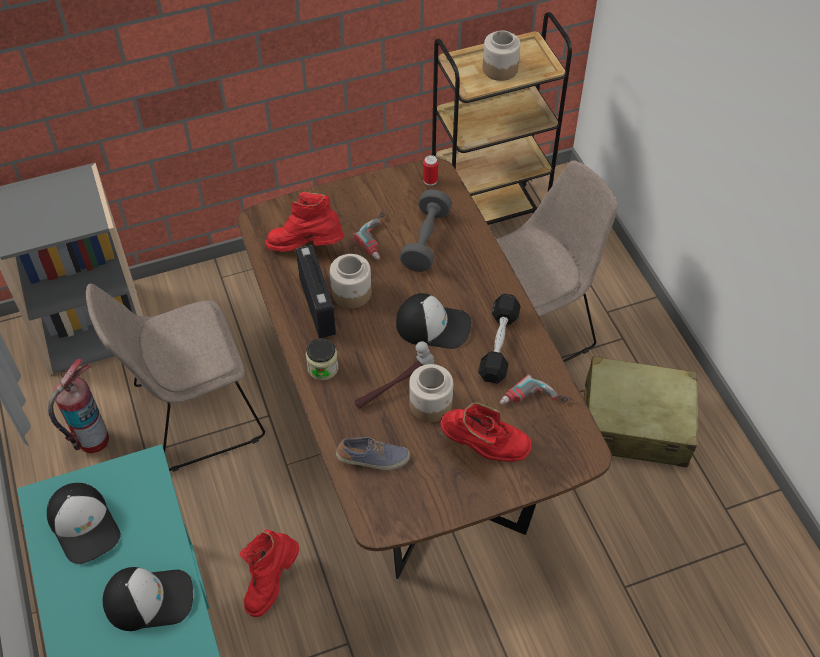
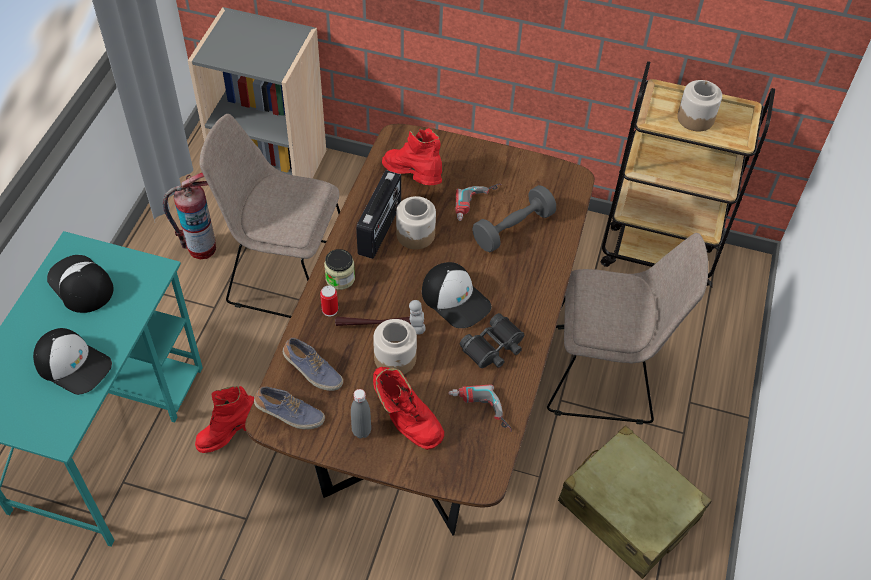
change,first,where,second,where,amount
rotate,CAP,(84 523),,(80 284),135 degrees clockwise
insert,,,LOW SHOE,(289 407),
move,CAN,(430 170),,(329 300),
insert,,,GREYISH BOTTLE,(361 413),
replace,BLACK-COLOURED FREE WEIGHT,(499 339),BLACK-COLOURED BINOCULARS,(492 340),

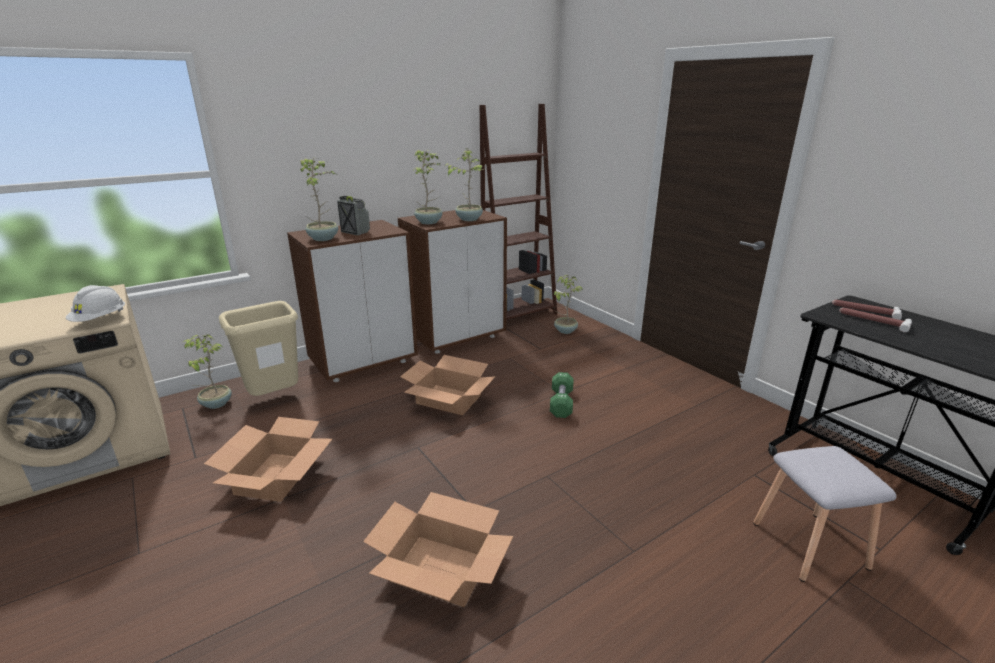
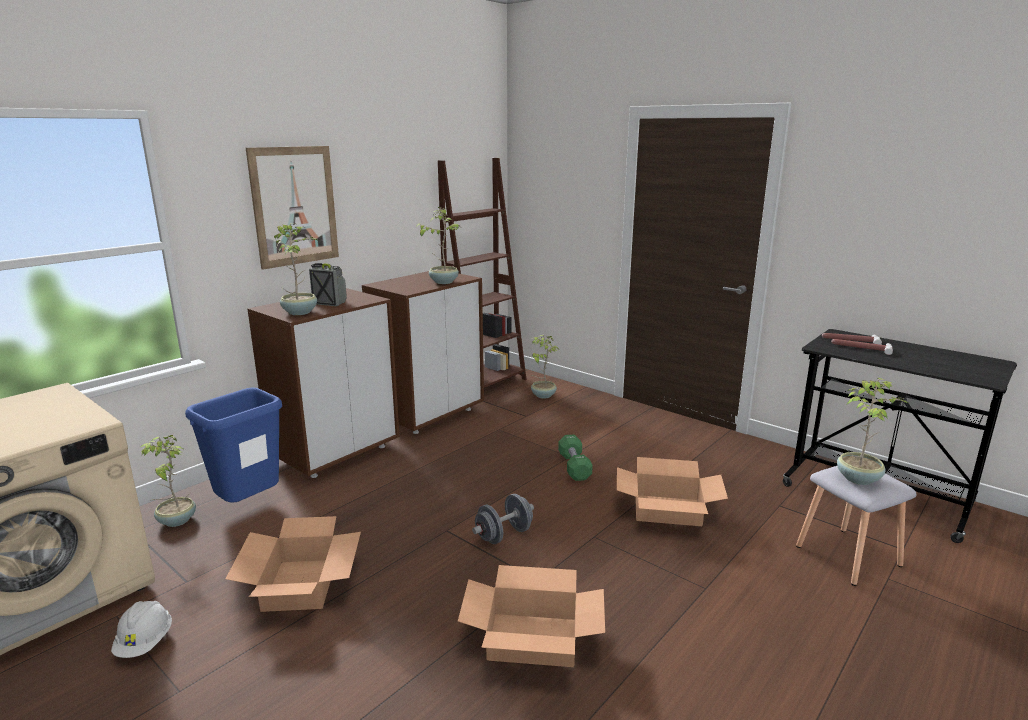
change,first,where,second,where,amount
move,WHITE-COLOURED WORK HELMET,(95 303),,(141 629),
recolor,BEIGE-COLOURED RUBBISH BIN,(258 348),BLUE-COLOURED RUBBISH BIN,(233 445),
insert,,,WALL ART,(292 207),
insert,,,GREYISH FREE WEIGHT,(503 519),
move,PACKING BOX,(448 385),,(672 491),
move,HOUSEPLANT,(428 187),,(873 431),

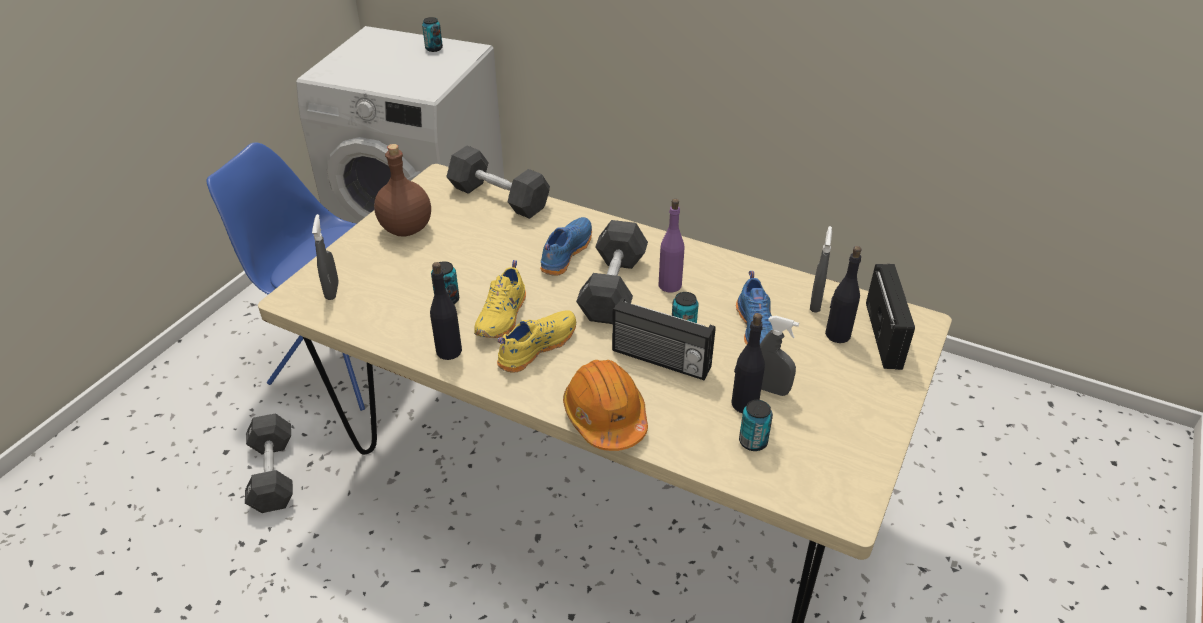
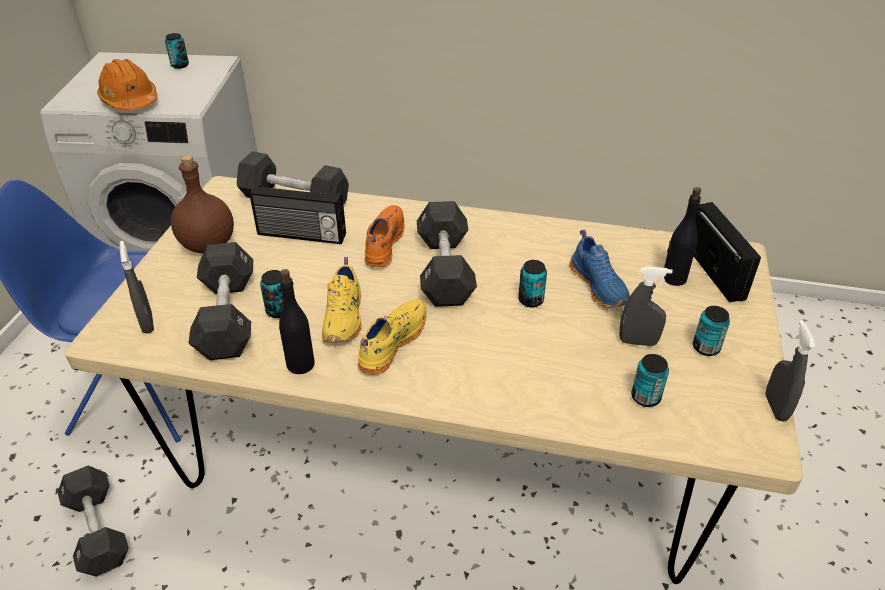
change,first,where,second,where,amount
move,ORANGE WORK HELMET,(605 405),,(127 84),
insert,,,BLACK-COLOURED FREE WEIGHT,(220 301),
move,RADIO,(664 339),,(298 214),
recolor,BLUE-COLOURED LOW SHOE,(566 246),ORANGE LOW SHOE,(385 236),
insert,,,CAN,(711 331),
move,GREYISH HAND SPRAYER,(821 269),,(790 371),
delete,PURPLISH BOTTLE,(671 246),,,
delete,BLACK-COLOURED BOTTLE,(748 363),,,

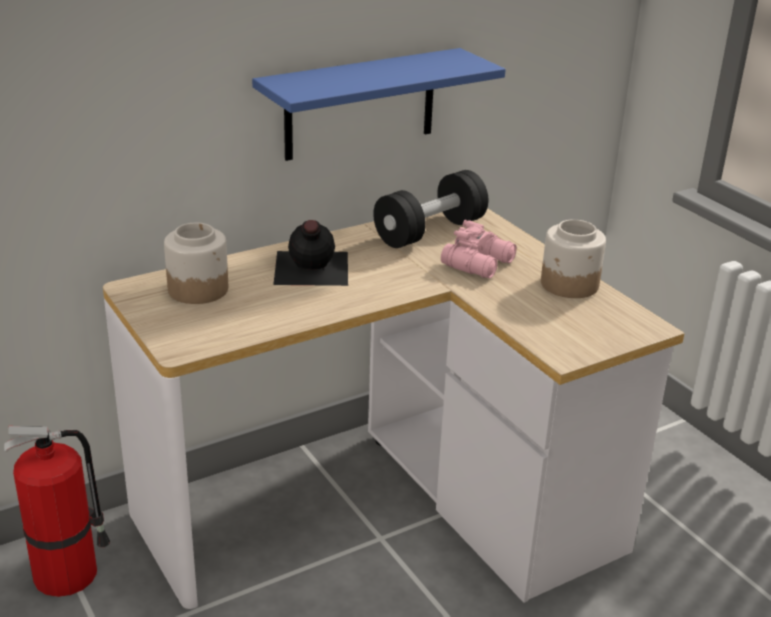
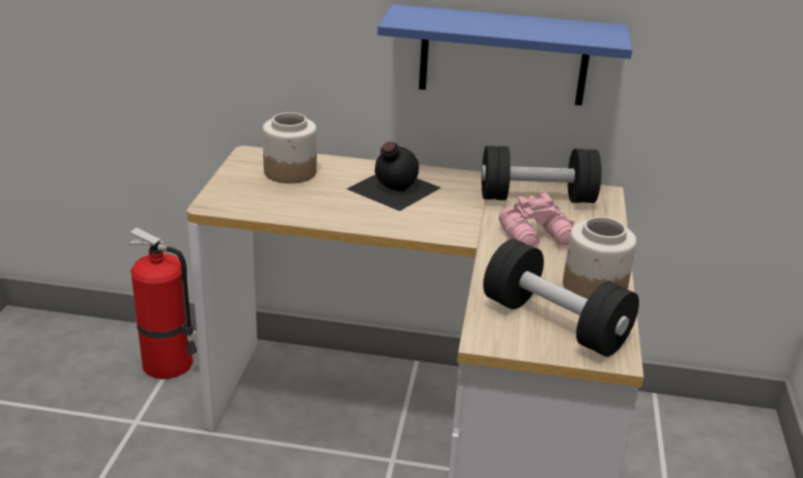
change,first,where,second,where,amount
insert,,,BLACK-COLOURED FREE WEIGHT,(561 298),

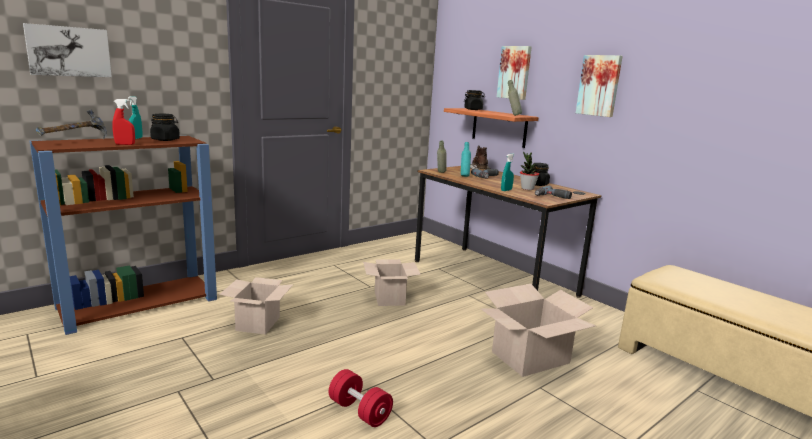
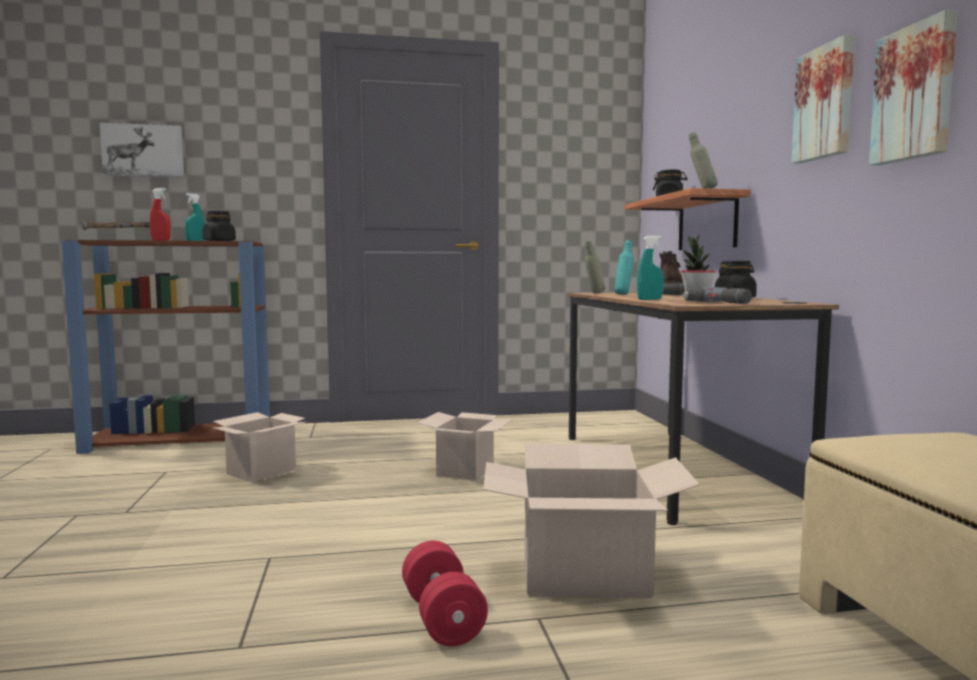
change,first,where,second,where,amount
move,RED-COLOURED FREE WEIGHT,(361 398),,(445 593),
move,WALL ART,(514 73),,(913 87),

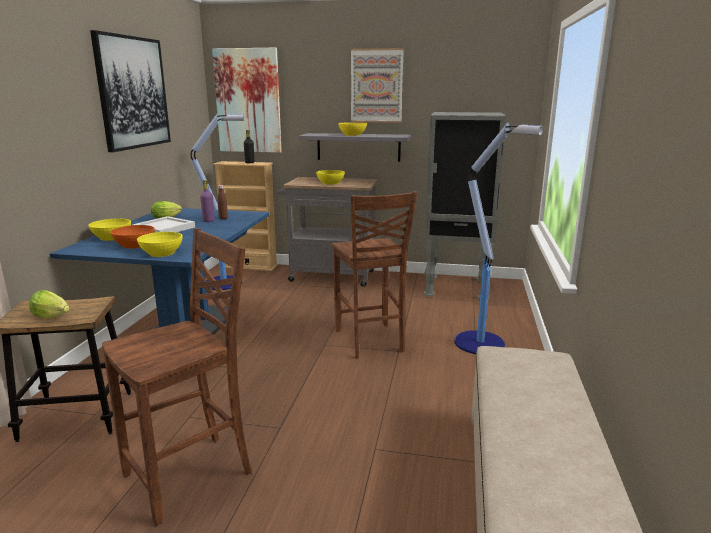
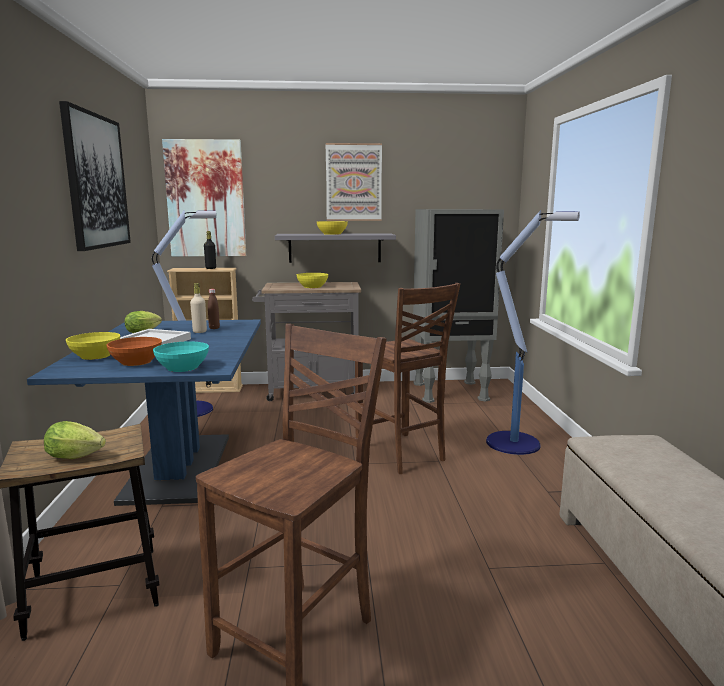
change,first,where,second,where,amount
recolor,YELLOWISH BOWL,(160 244),TURQUOISE-COLOURED BOWL,(181 356),
recolor,PURPLISH BOTTLE,(207 201),BEIGE-COLOURED BOTTLE,(198 308),

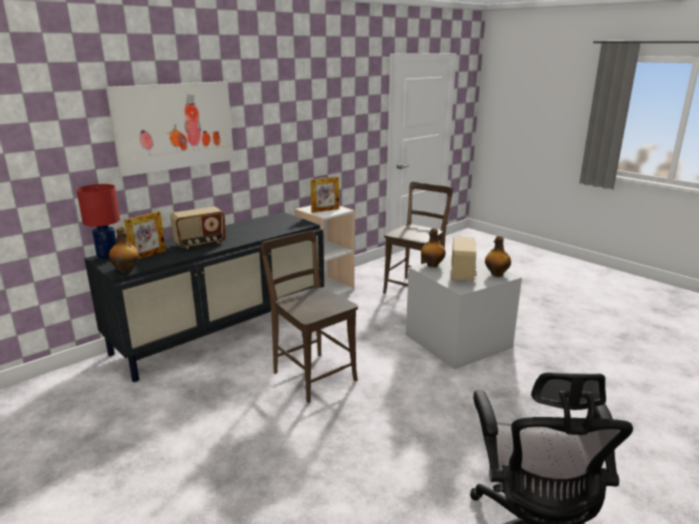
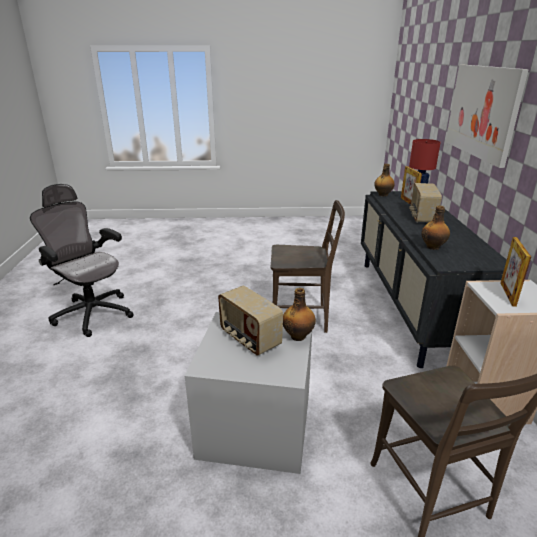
change,first,where,second,where,amount
move,BOTTLE,(498 256),,(435 228),

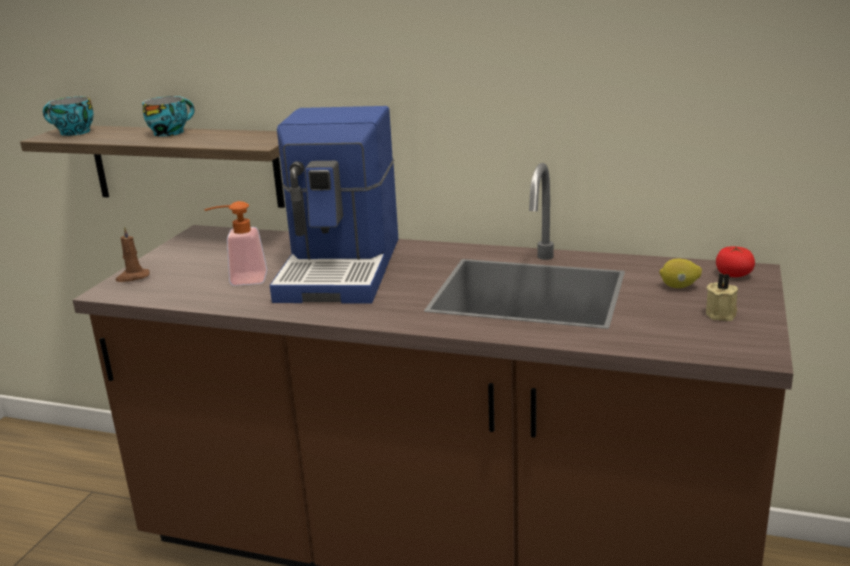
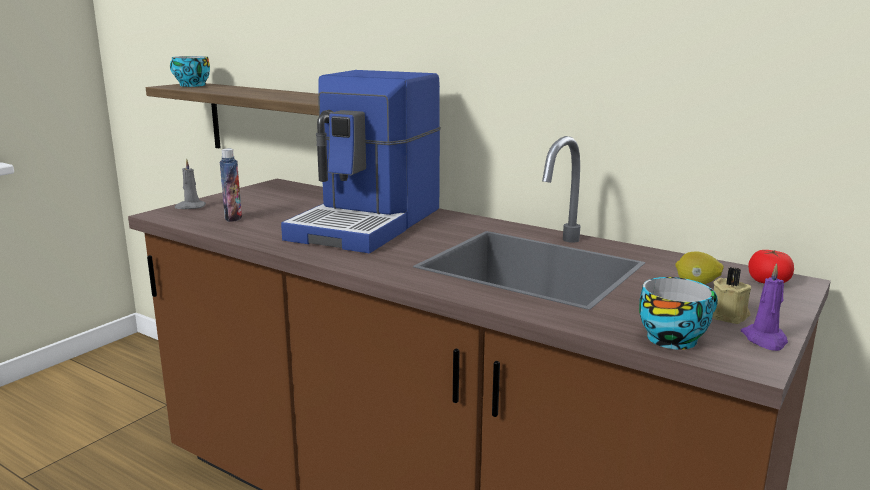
change,first,where,second,where,amount
recolor,BROWN-COLOURED CANDLE,(133 254),GREYISH CANDLE,(190 183),
insert,,,BOTTLE,(231 185),
move,SMALL CUP,(168 116),,(678 313),
insert,,,PURPLISH CANDLE,(764 307),
delete,LIQUID SOAP BOTTLE,(235 243),,,

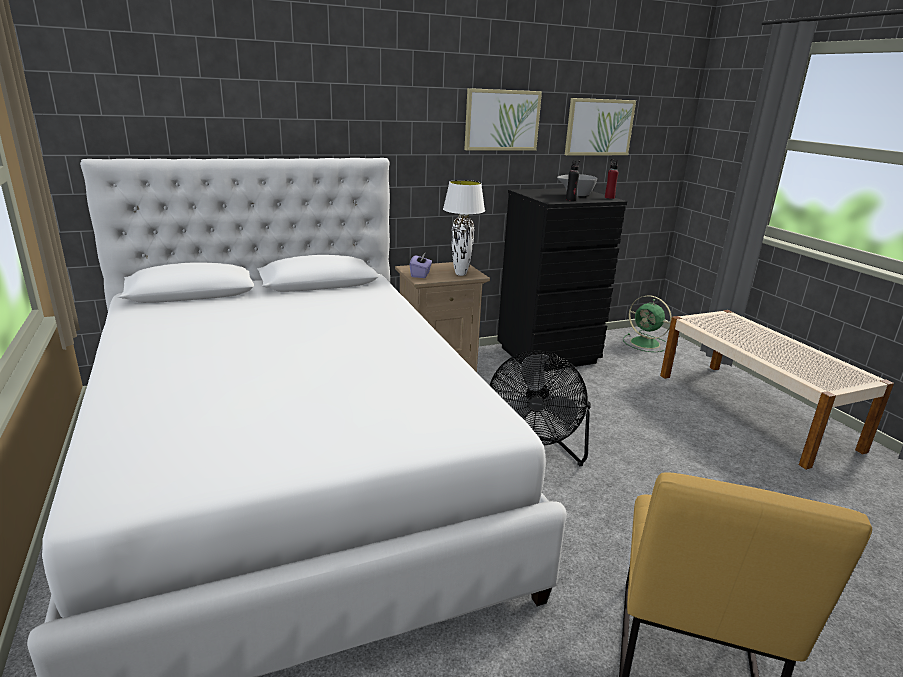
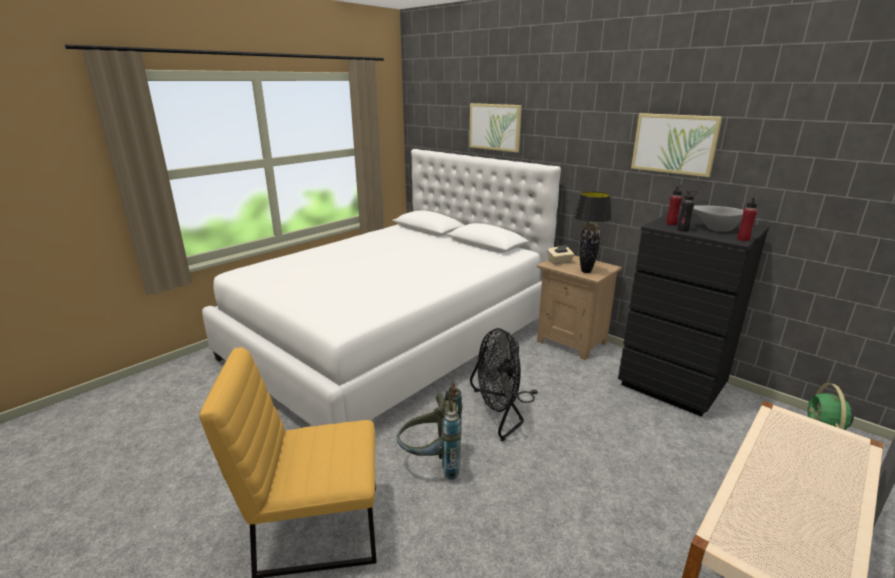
change,first,where,second,where,amount
insert,,,GREYISH KNAPSACK,(429 431),
move,WALL ART,(600 126),,(495 127),
recolor,PURPLISH TISSUE HOLDER,(421 265),BEIGE-COLOURED TISSUE HOLDER,(560 254),
recolor,WHITE-COLOURED LAMP FOR A TABLE,(464 228),BLACK-COLOURED LAMP FOR A TABLE,(593 232),
insert,,,RED-COLOURED BOTTLE,(674 205),

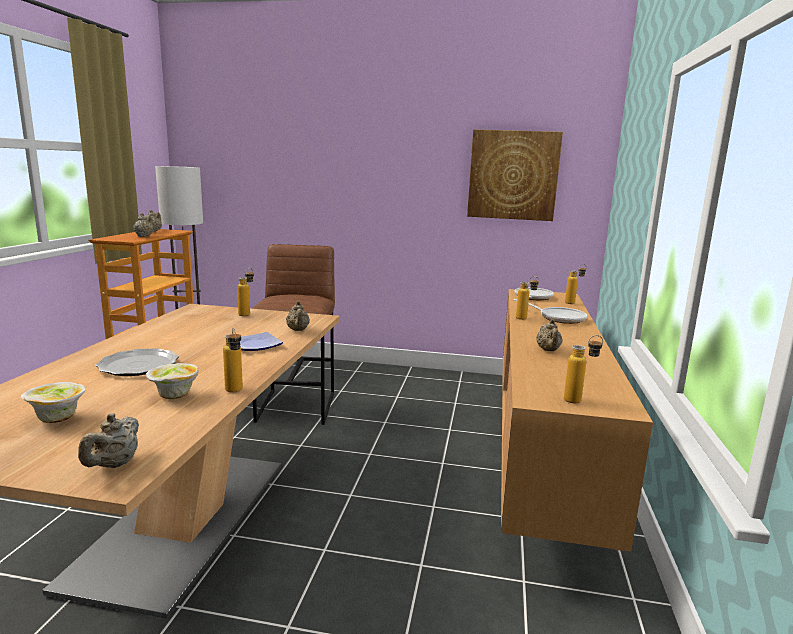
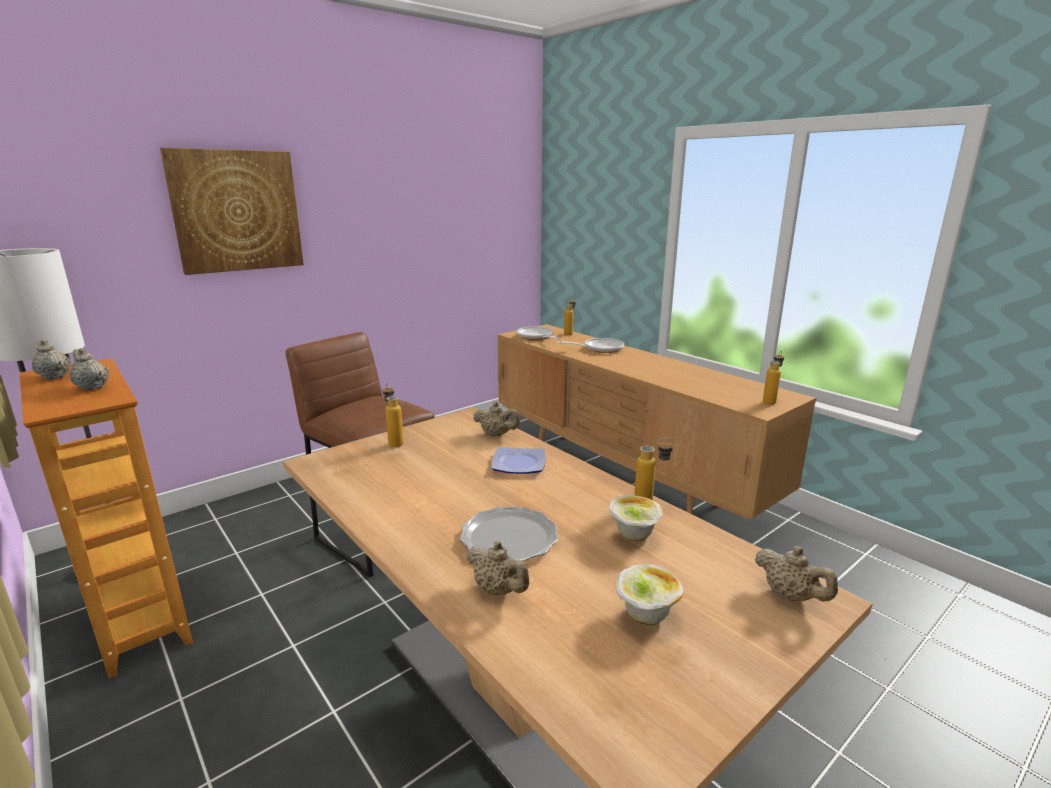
change,first,where,second,where,amount
move,WALL ART,(515 175),,(232 211),
move,BEIGE-COLOURED TEA POT,(549 335),,(497 568),
delete,BOTTLE,(527 298),,,

